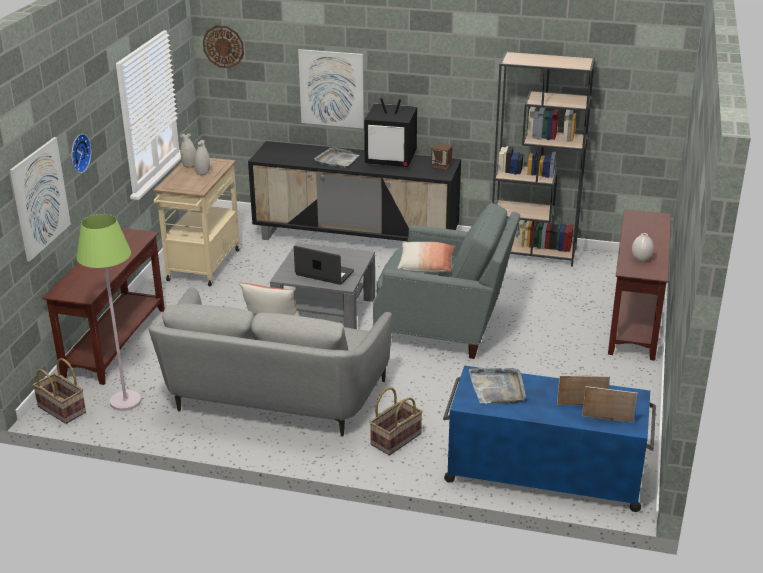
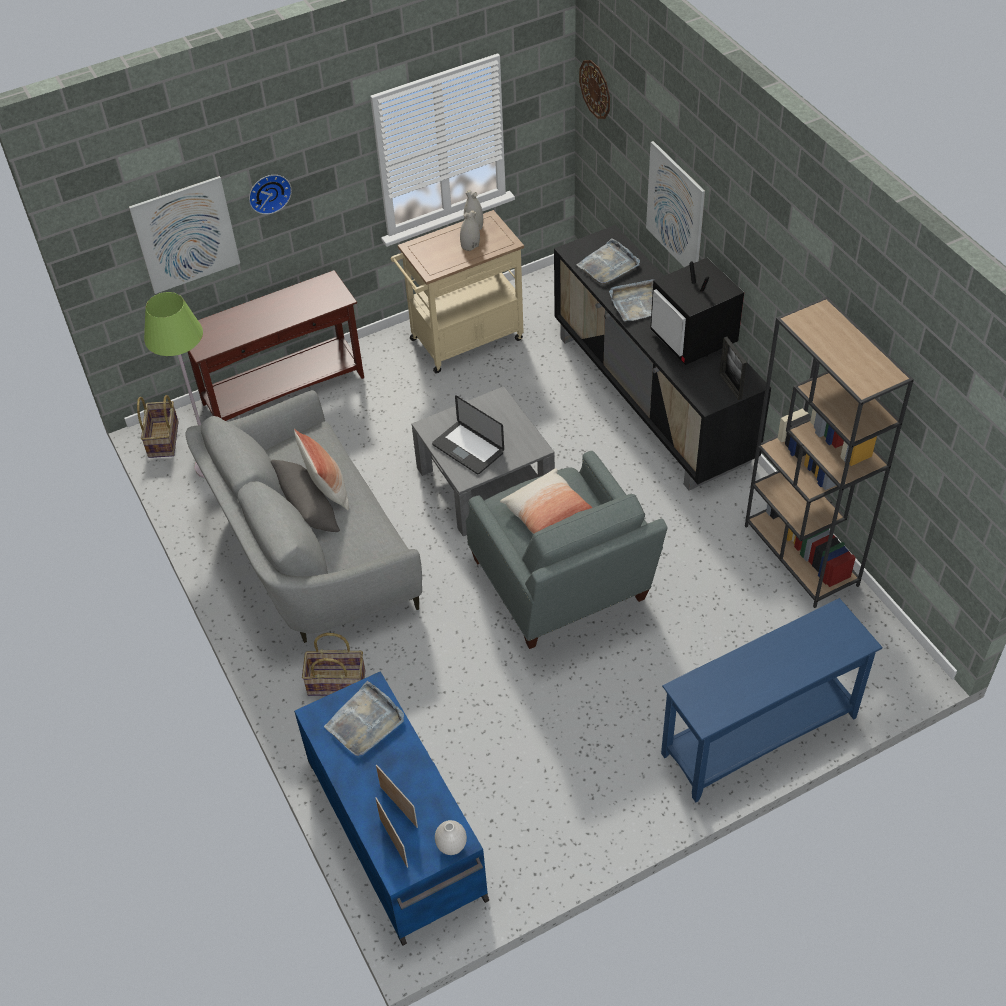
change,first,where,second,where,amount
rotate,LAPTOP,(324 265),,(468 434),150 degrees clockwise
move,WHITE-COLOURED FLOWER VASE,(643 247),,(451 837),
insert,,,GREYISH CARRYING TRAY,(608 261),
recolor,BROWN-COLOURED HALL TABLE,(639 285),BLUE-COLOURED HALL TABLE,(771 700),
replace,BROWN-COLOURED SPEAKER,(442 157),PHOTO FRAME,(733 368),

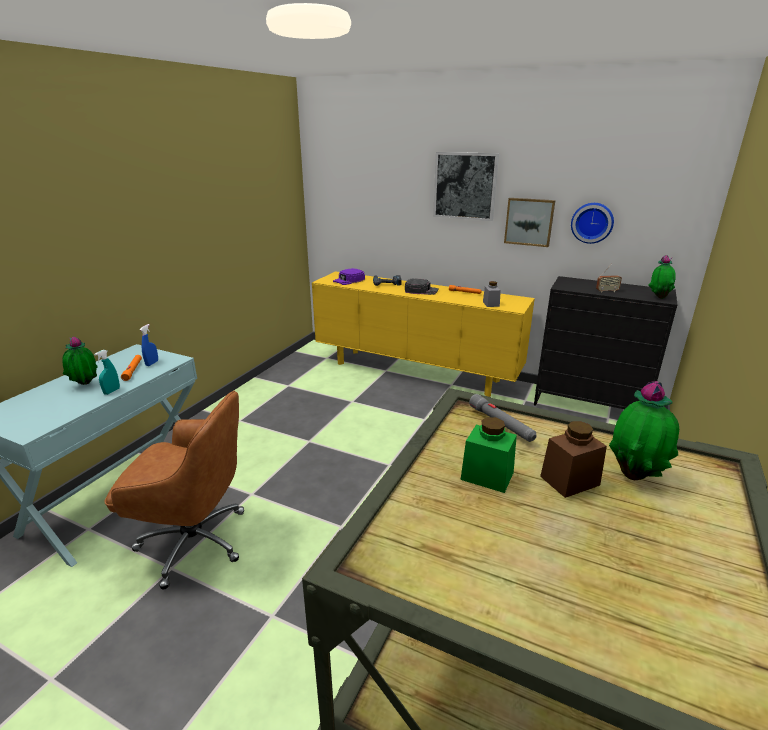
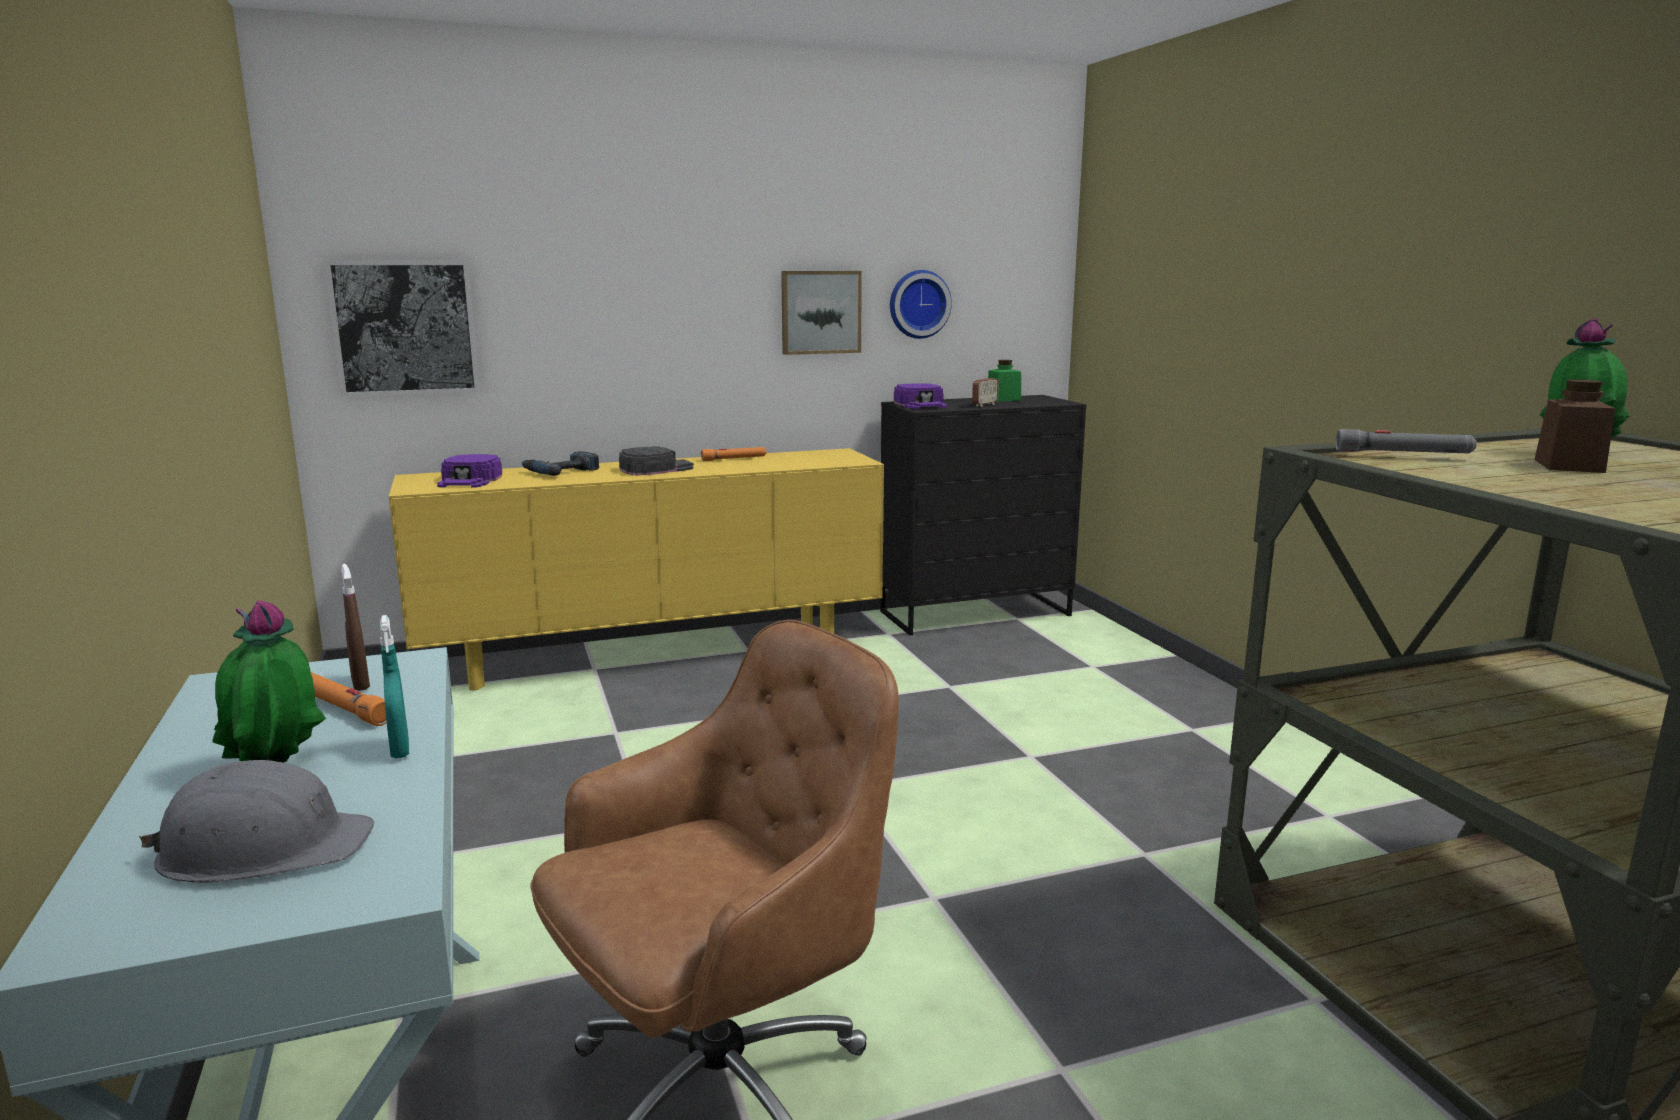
change,first,where,second,where,amount
insert,,,GREYISH WORK HELMET,(256 821),
move,WALL ART,(466 186),,(402 328),
recolor,BLUE-COLOURED HAND SPRAYER,(149 345),BROWN-COLOURED HAND SPRAYER,(355 627),
insert,,,PURPLISH CAP,(920 396),
move,GREEN-COLOURED JAR,(489 455),,(1004 381),
delete,GREYISH JAR,(492 294),,,
delete,HOUSEPLANT,(662 277),,,

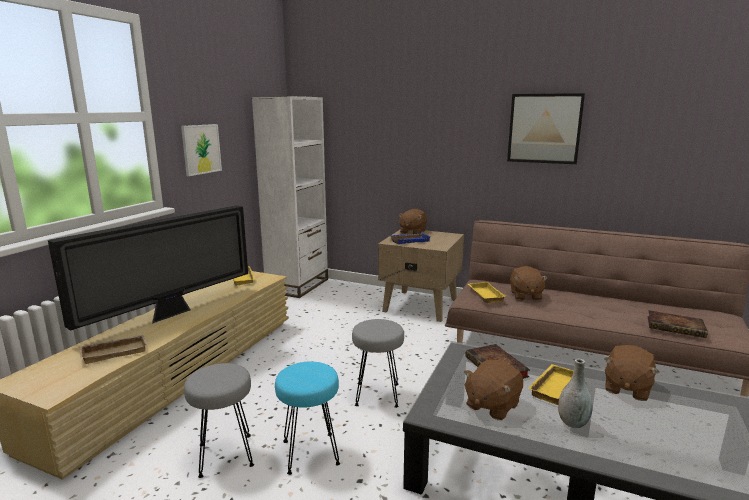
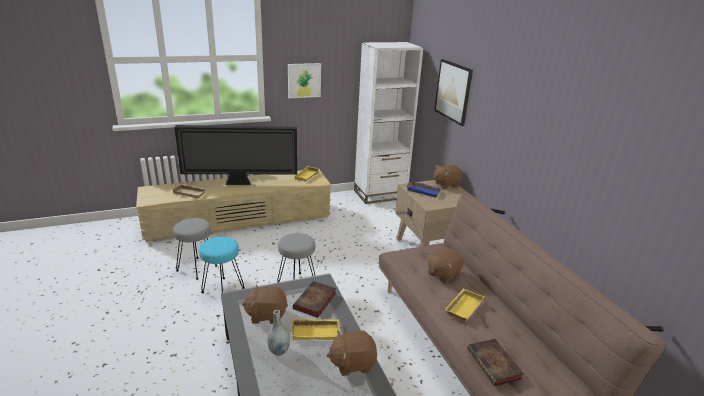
change,first,where,second,where,amount
move,WALL ART,(546 128),,(453 92),
move,YELLOWISH CARRYING TRAY,(487 292),,(464 305),

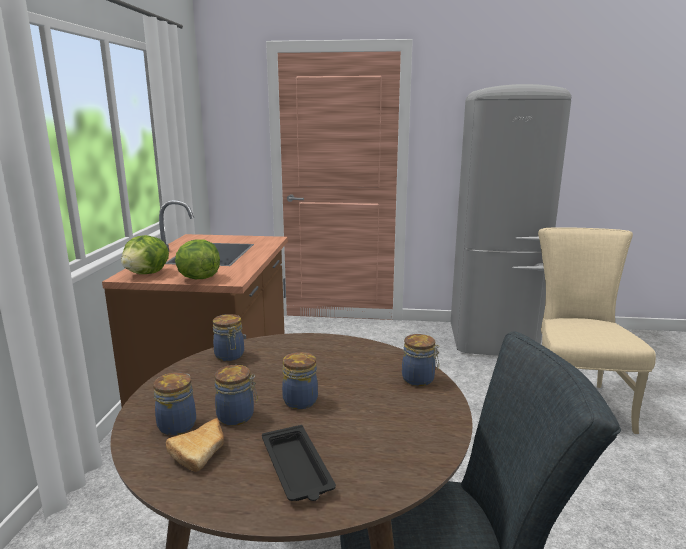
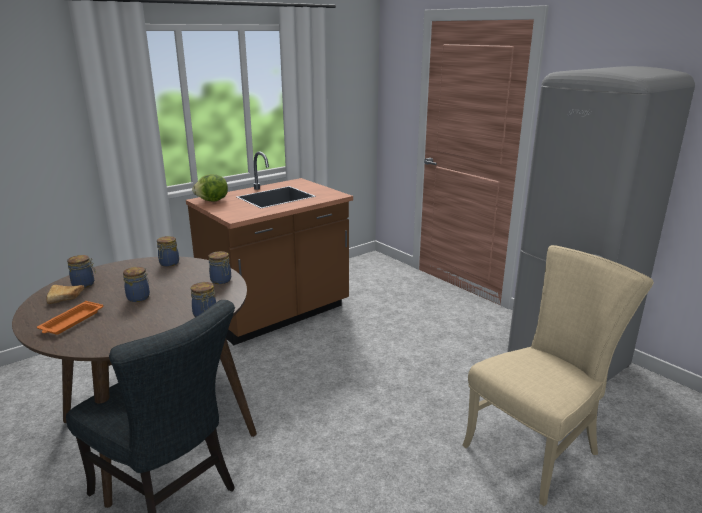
change,first,where,second,where,amount
recolor,BLACK-COLOURED CARRYING TRAY,(299 463),ORANGE CARRYING TRAY,(70 318),
move,JAR,(236 395),,(220 267),
delete,LETTUCE HEAD,(197 259),,,

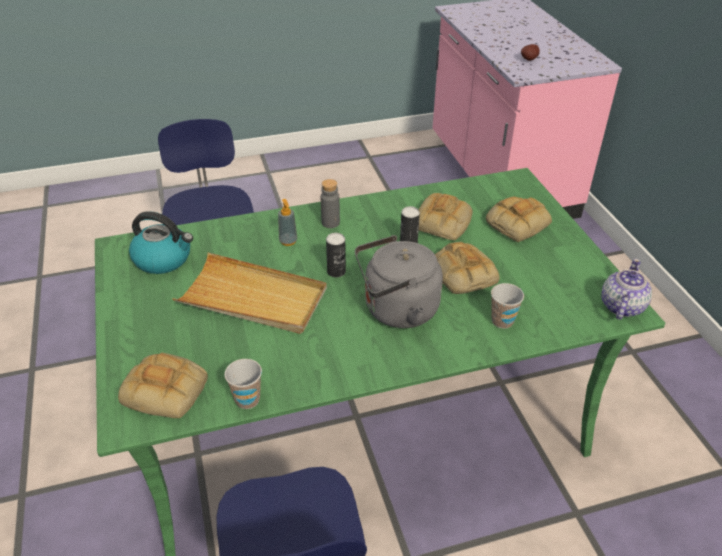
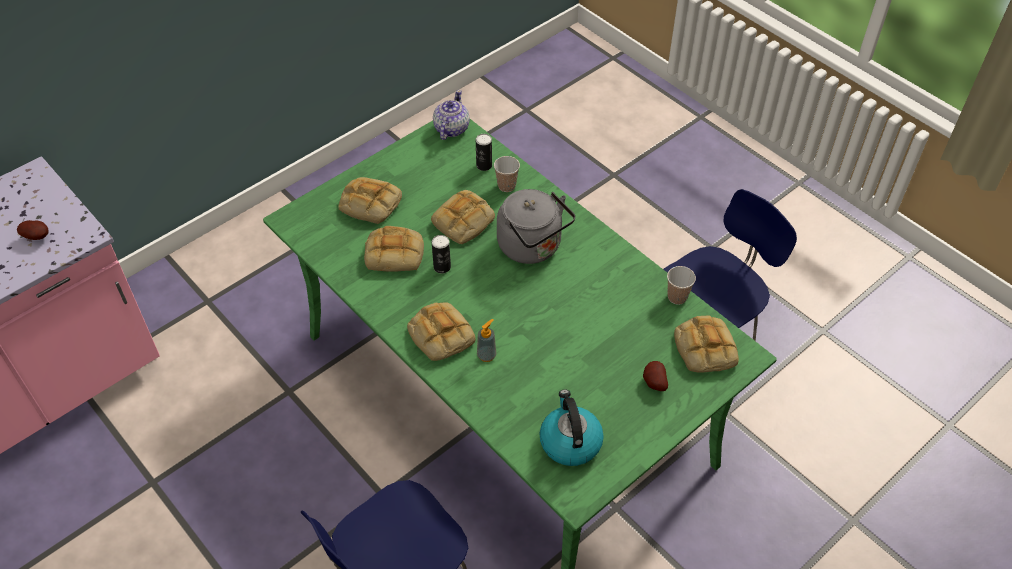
change,first,where,second,where,amount
replace,GREYISH BOTTLE,(330 203),BAKED BREAD,(441 331),
rotate,TEA POT,(626 289),,(451 115),105 degrees clockwise
move,CAN,(336 255),,(484 152),
insert,,,SPUD,(655 376),
delete,BEIGE-COLOURED CARRYING TRAY,(249 293),,,

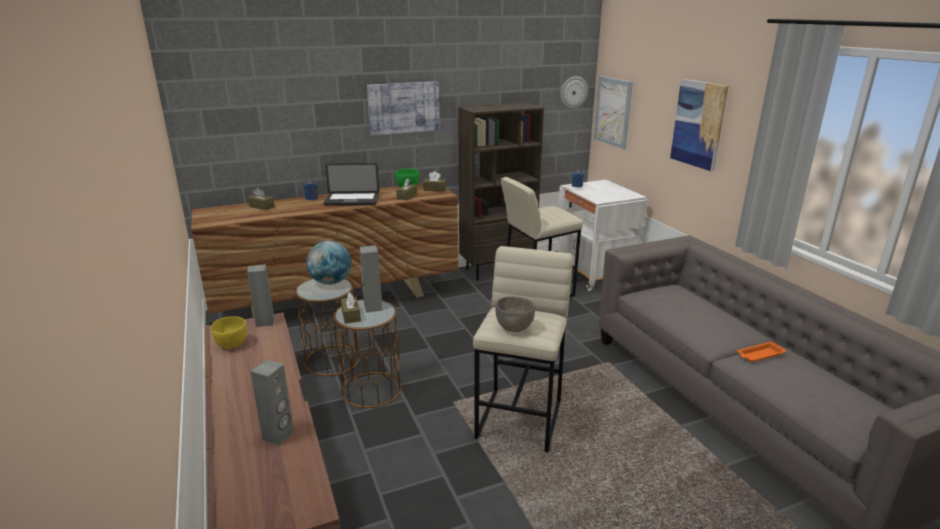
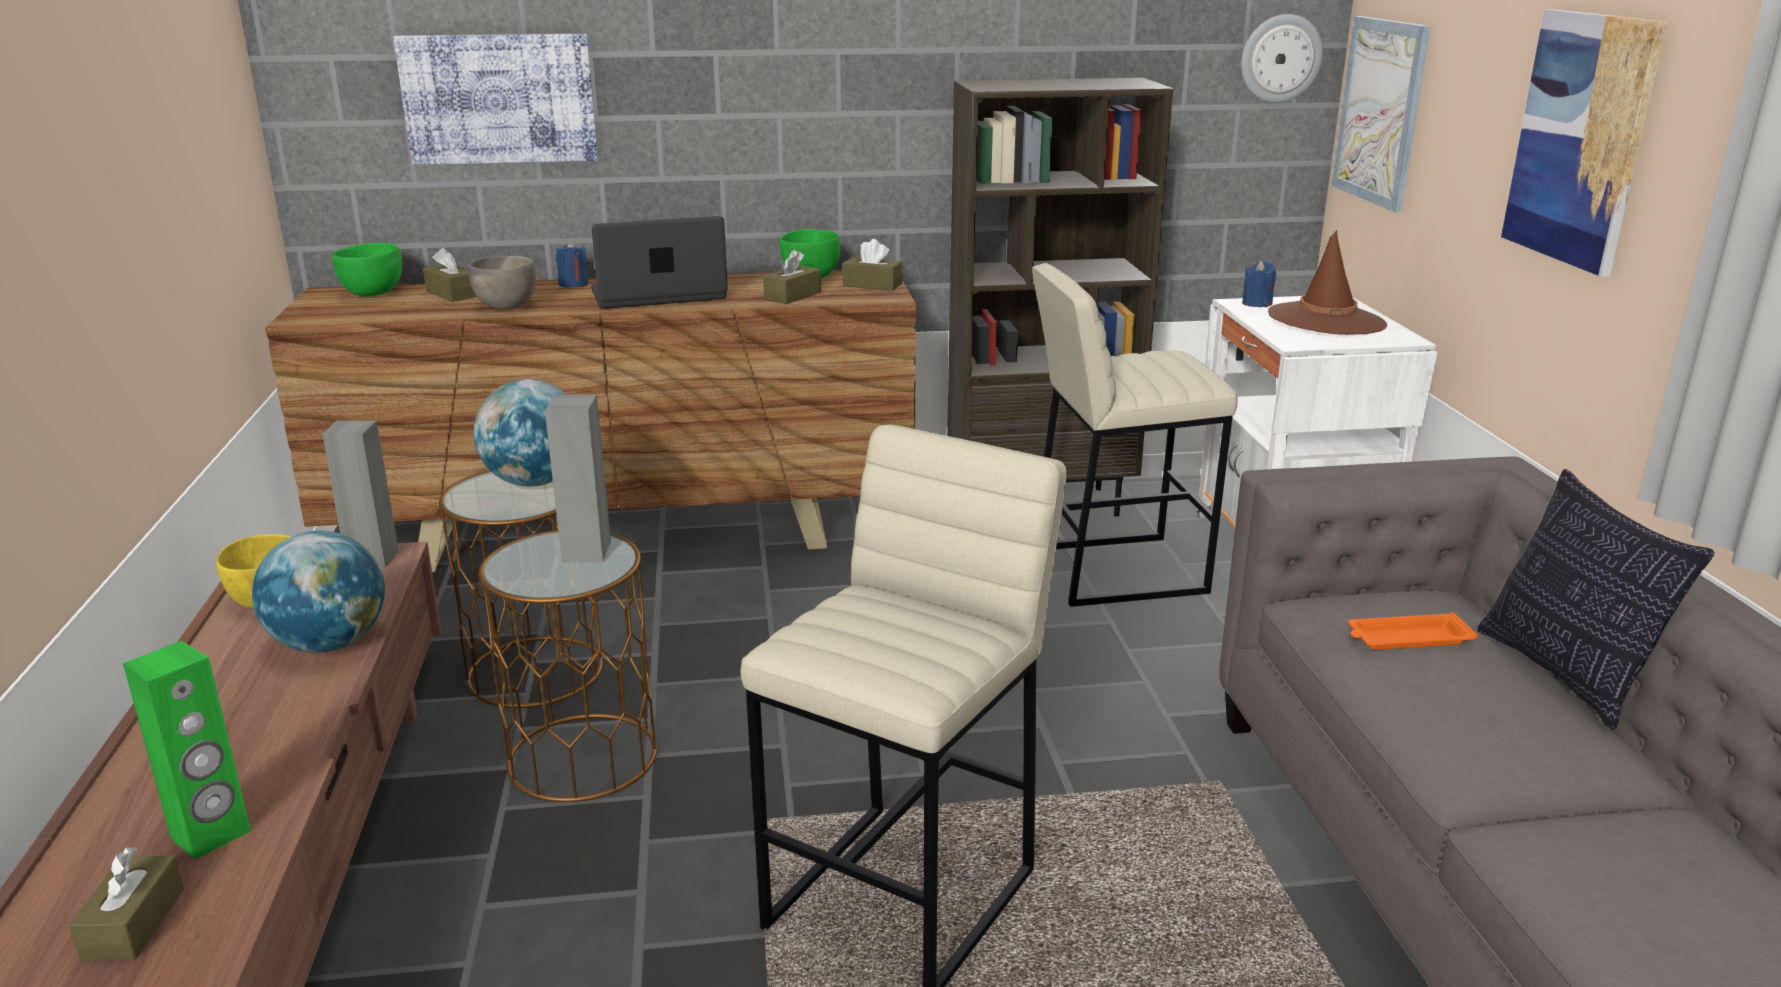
change,first,where,second,where,amount
move,BROWN-COLOURED TISSUE HOLDER,(351 307),,(126 904),
recolor,GREYISH SPEAKER,(272 403),GREEN-COLOURED SPEAKER,(187 750),
insert,,,DESK GLOBE,(318 591),
insert,,,GREEN-COLOURED BOWL,(367 269),
move,WALL ART,(403 108),,(495 99),
move,GREYISH BOWL,(515 314),,(502 282),
rotate,LAPTOP,(351 184),,(659 262),150 degrees clockwise
insert,,,BROWN-COLOURED CLOTHING HAT,(1327 282),
move,ORANGE CARRYING TRAY,(762 351),,(1413 631),
insert,,,CUSHION,(1595 599),

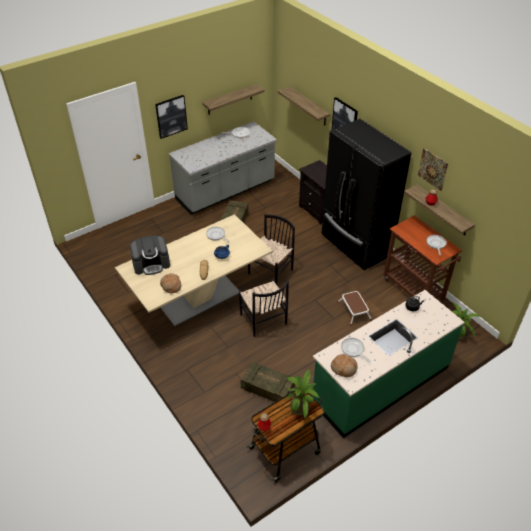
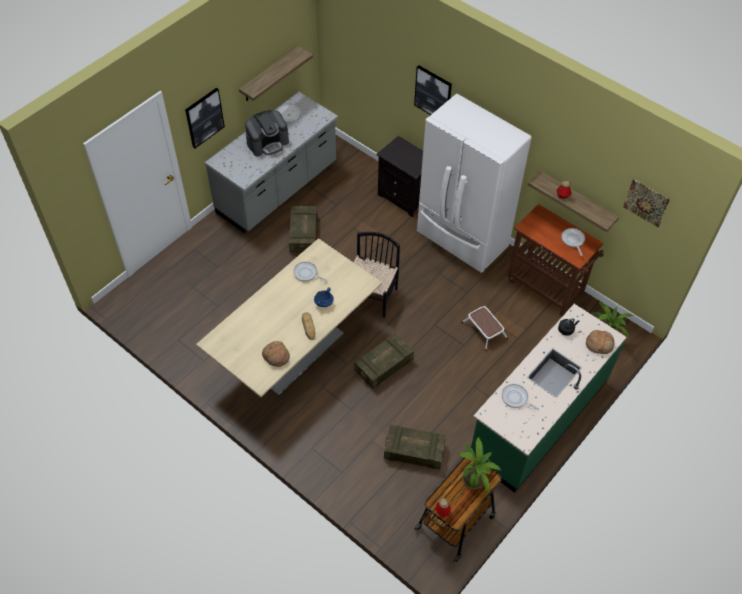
change,first,where,second,where,amount
move,COFFEE BREWER,(150 255),,(267 133),
replace,BLACK-COLOURED CHAIR,(264 308),CRATE,(384 361),
recolor,BLACK-COLOURED REFRIGERATOR,(366 194),WHITE-COLOURED REFRIGERATOR,(474 183),
move,BAKED BREAD,(344 365),,(600 342),
move,WALL ART,(433 169),,(646 203),
delete,BRACKET SHELF,(304 105),,,

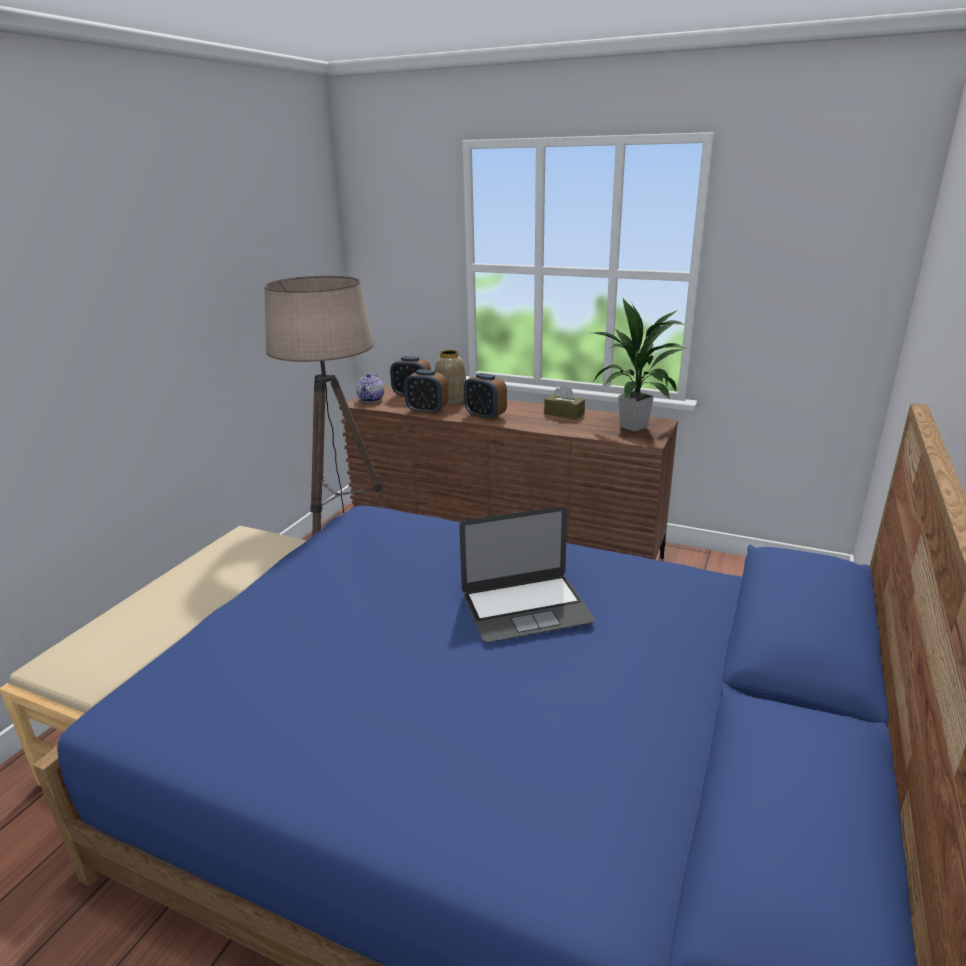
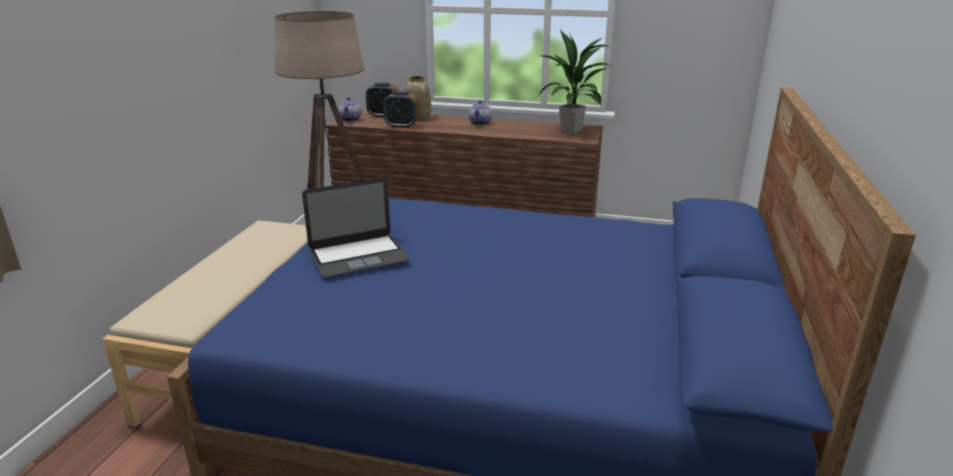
change,first,where,second,where,amount
move,LAPTOP,(527 574),,(356 227),
insert,,,TEA POT,(480 112),
delete,ALARM CLOCK,(485 396),,,
delete,BROWN-COLOURED TISSUE HOLDER,(564 402),,,

